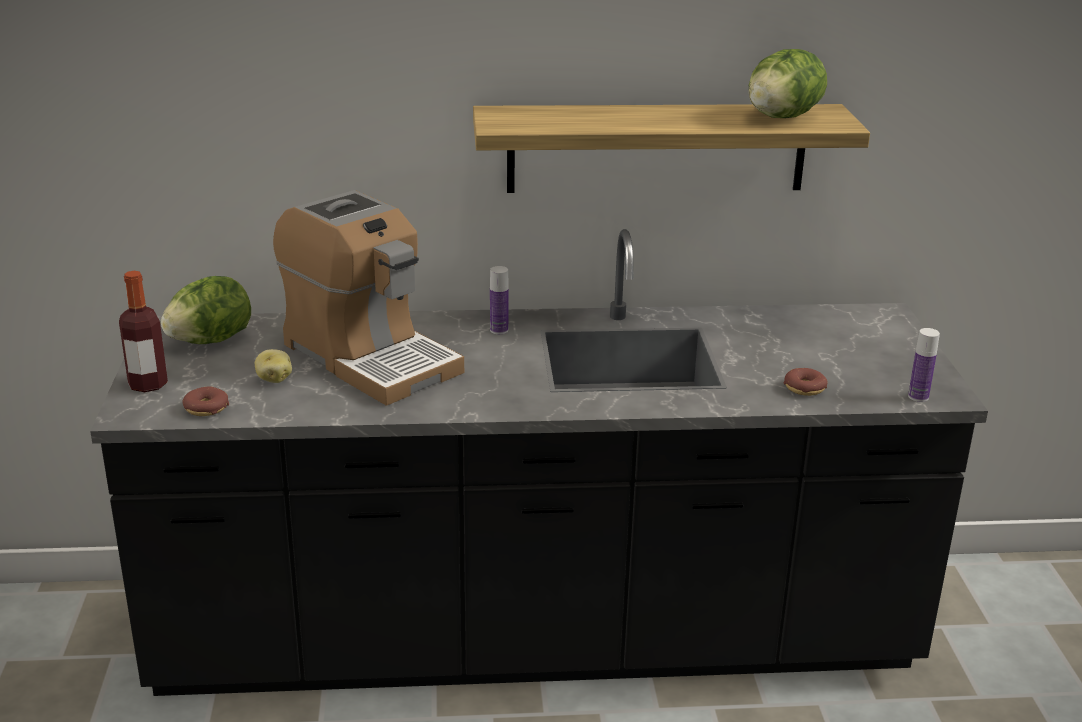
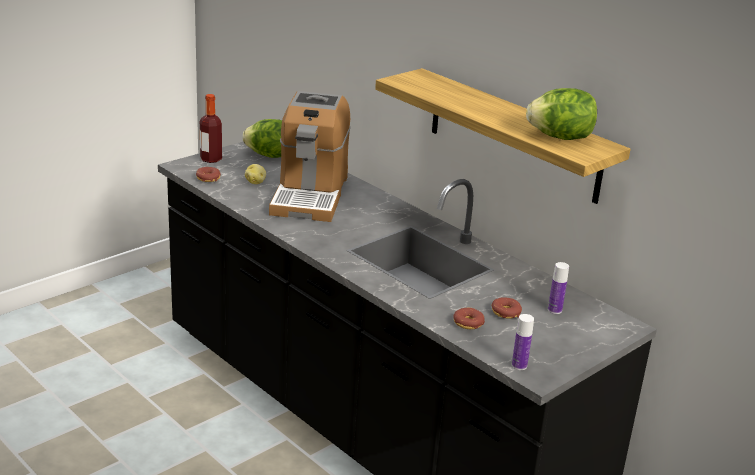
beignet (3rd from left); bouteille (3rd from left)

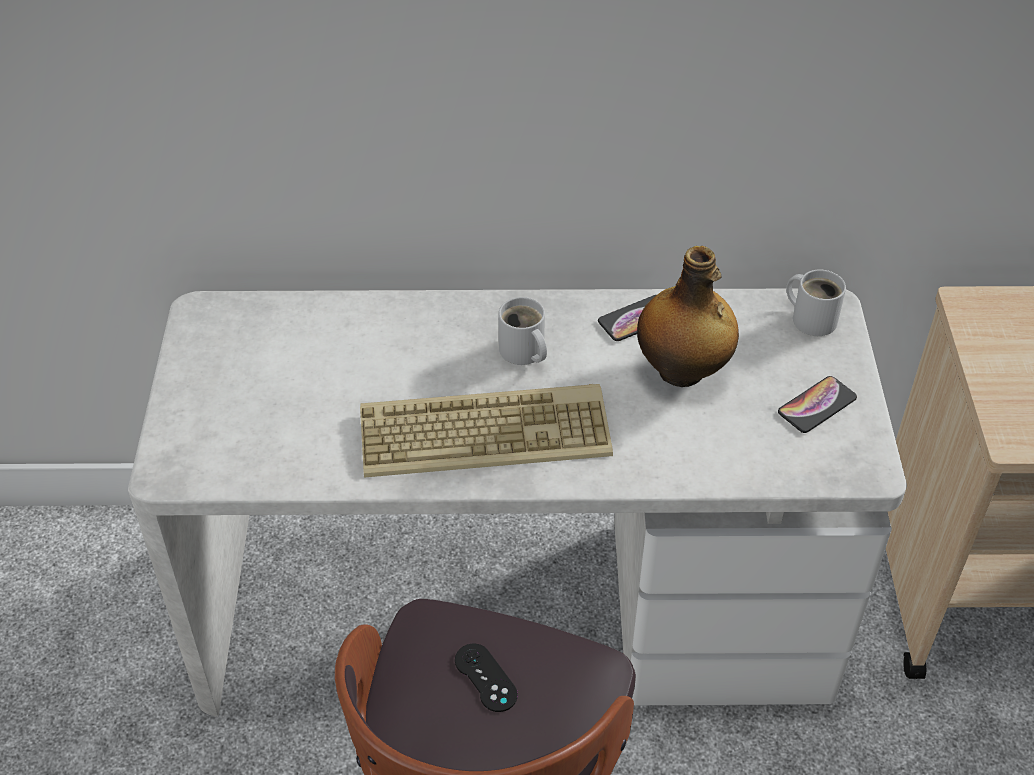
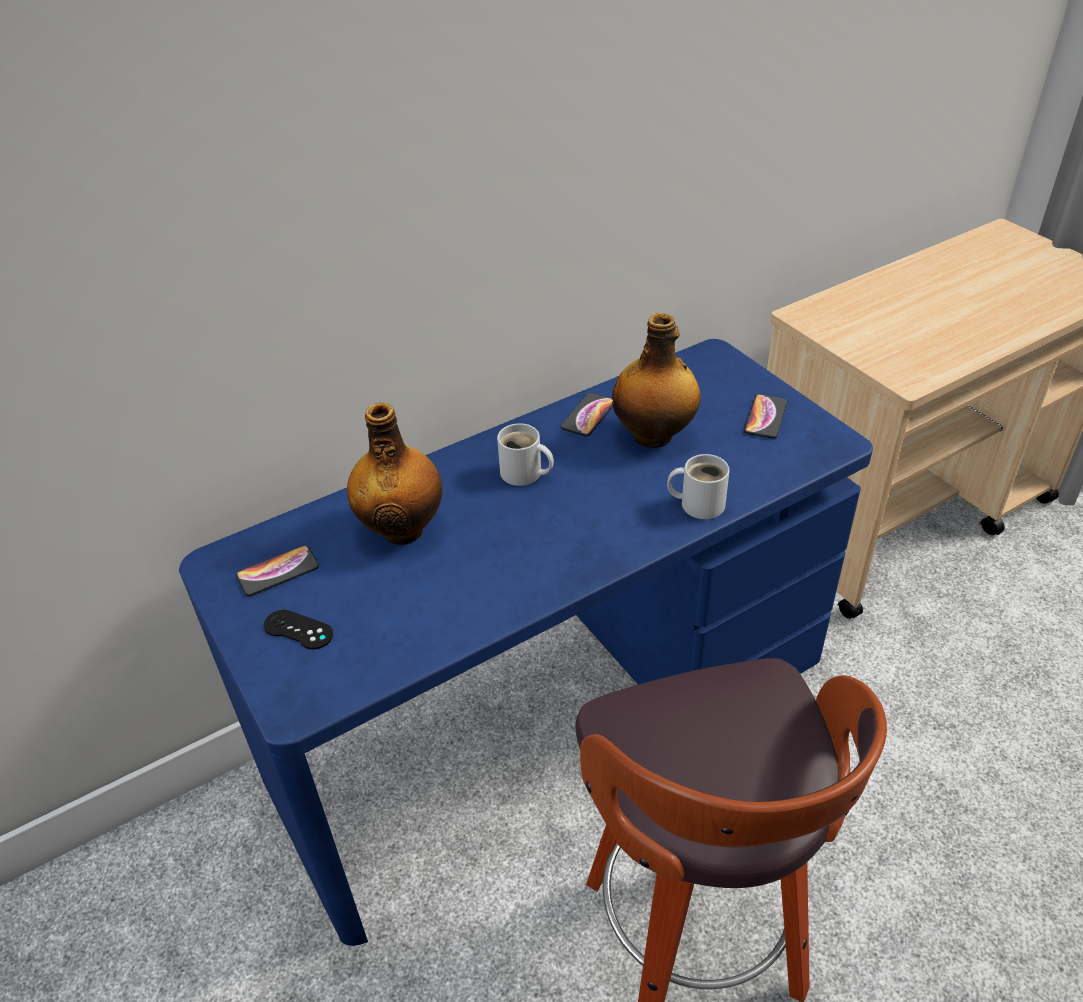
bureau [bleu]; téléphone (1st from left); manette [noir]; bouteille (1st from left); mug [blanc] (2nd from left); clavier

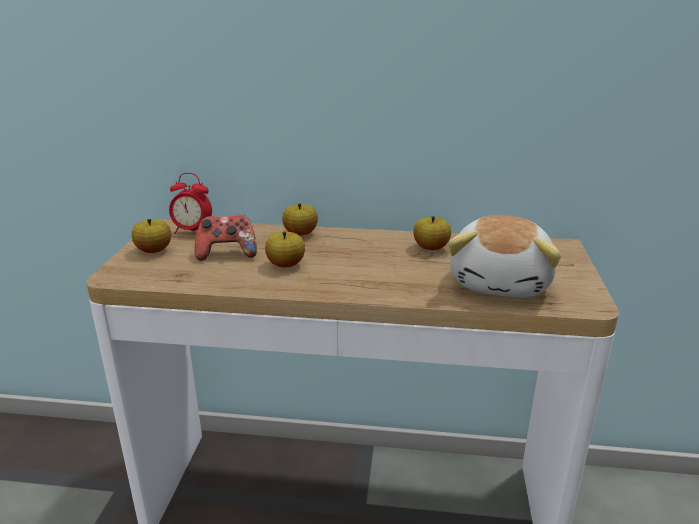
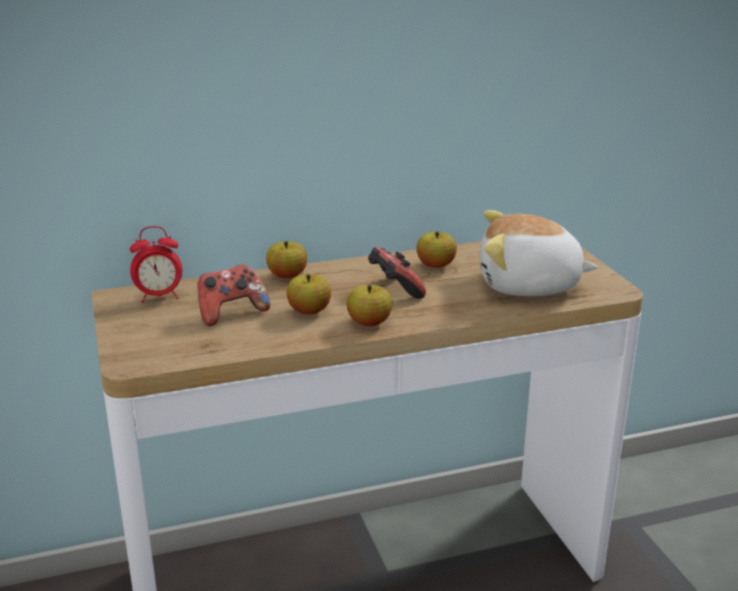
pomme (3rd from left); manette (2nd from left); peluche

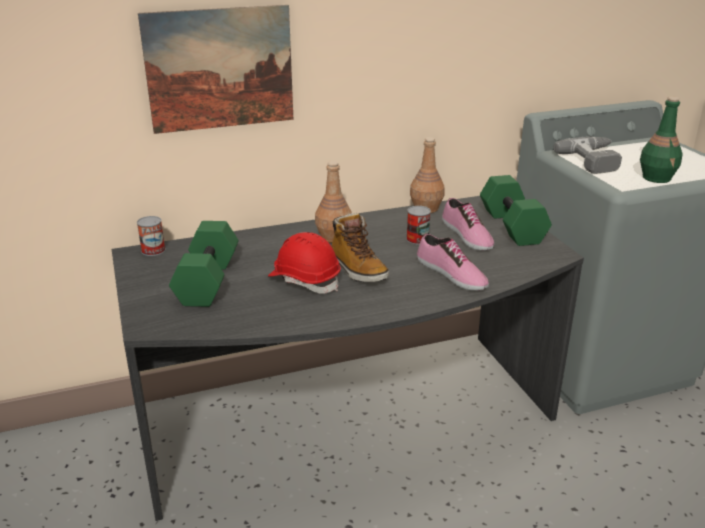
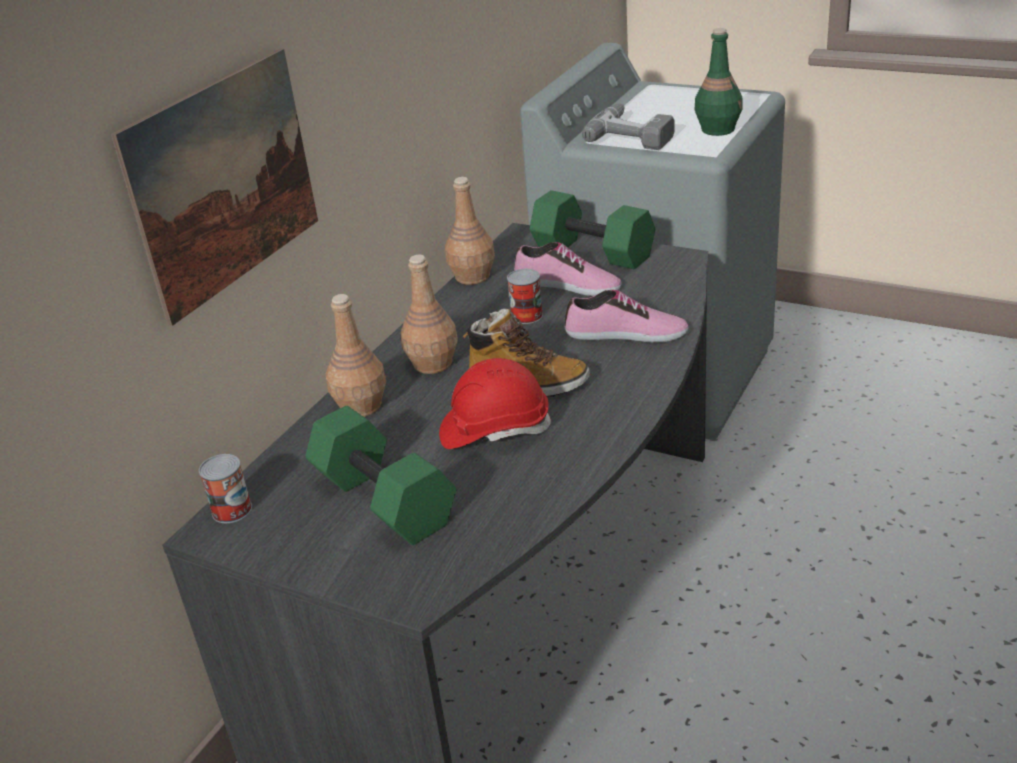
bouteille [marron] (1st from left)

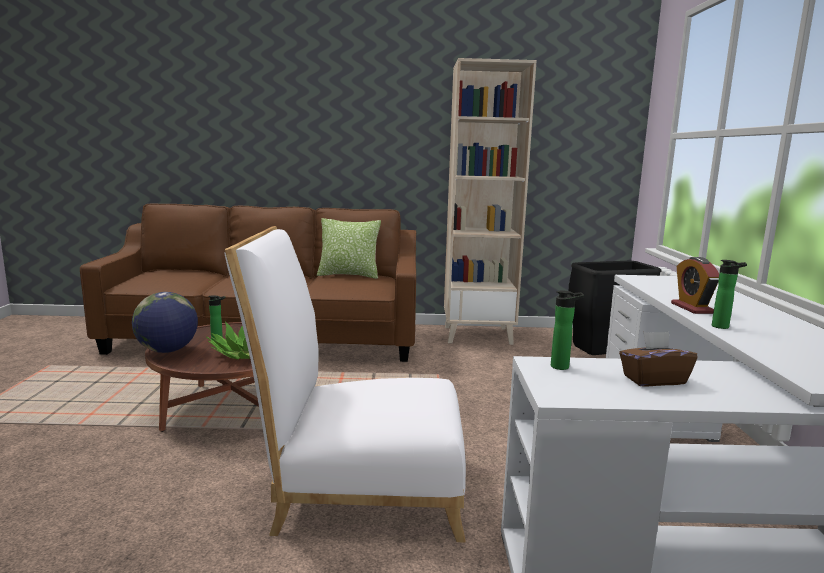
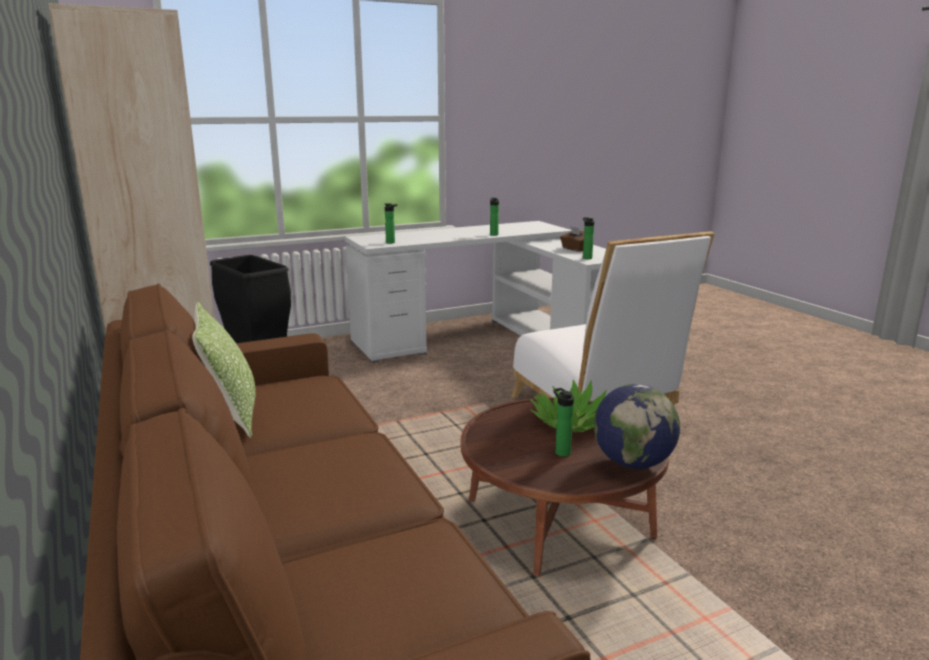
bouteille (1st from left); réveil

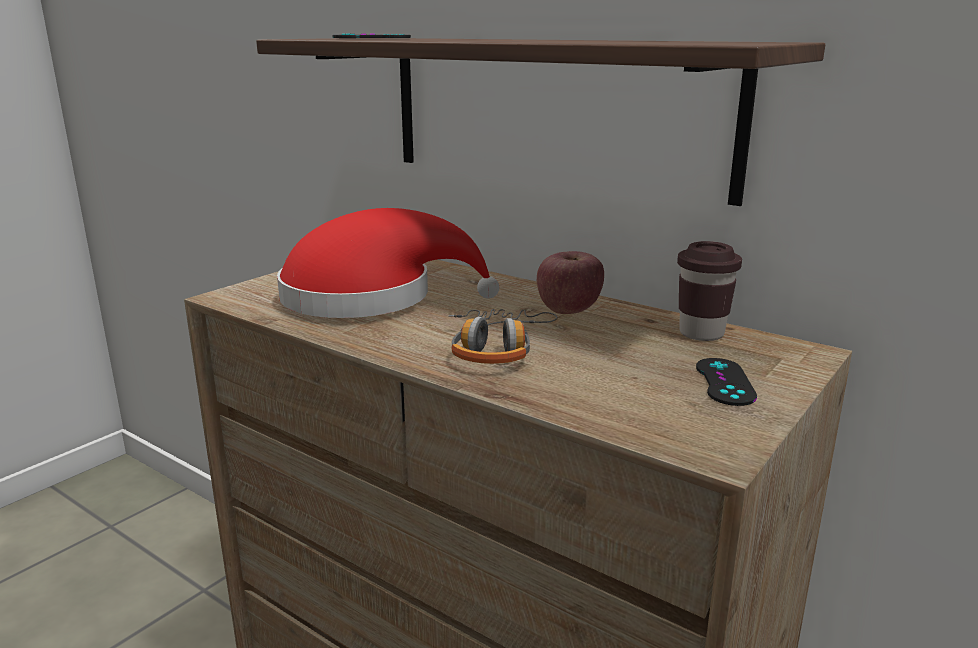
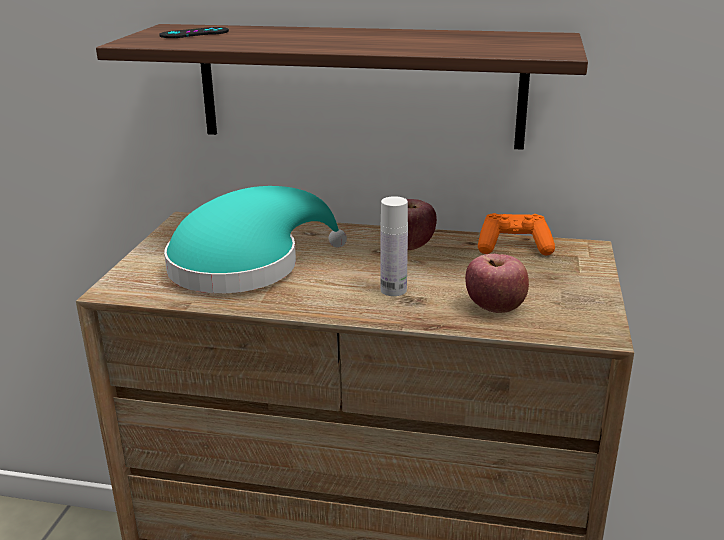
chapeau [turquoise]; bouteille [blanc]; pomme (2nd from left); manette [orange]; manette [noir] (2nd from left in the first image)

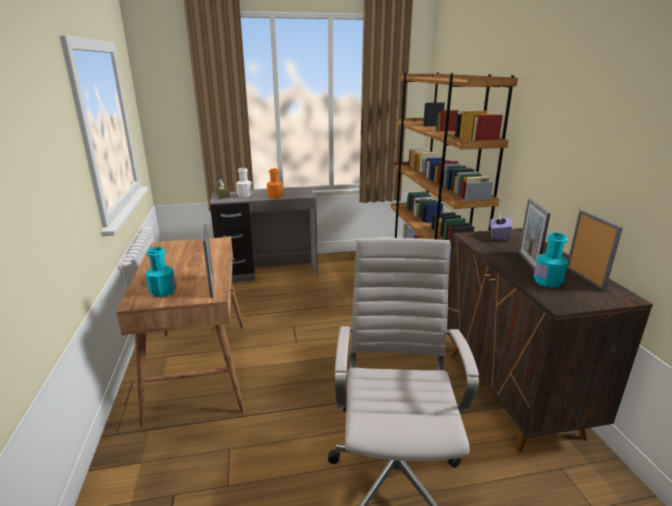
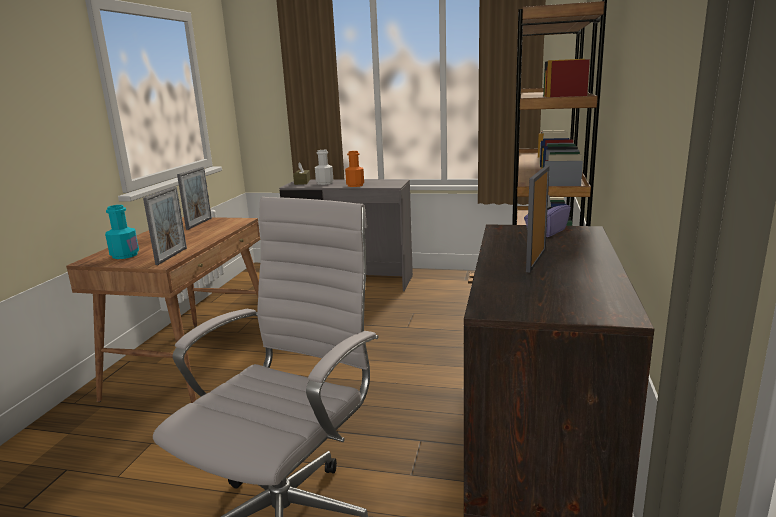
cadre photo (2nd from left); bouteille [turquoise] (2nd from left in the first image)

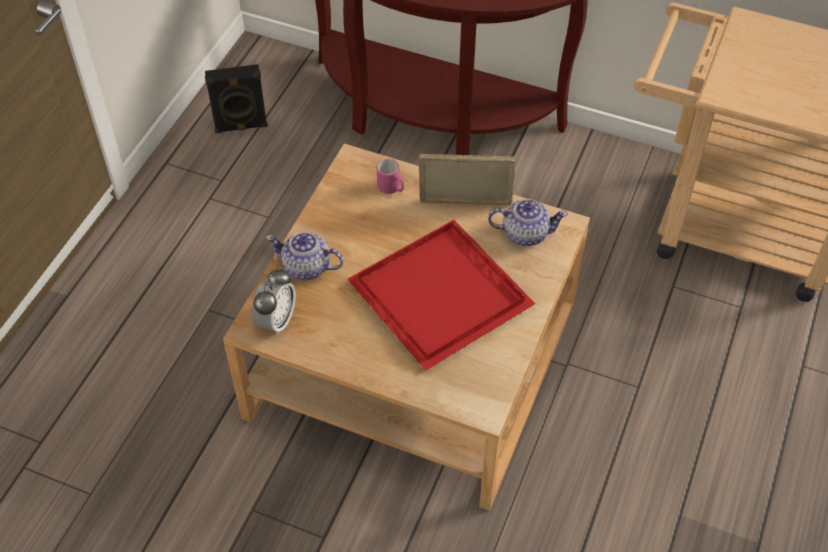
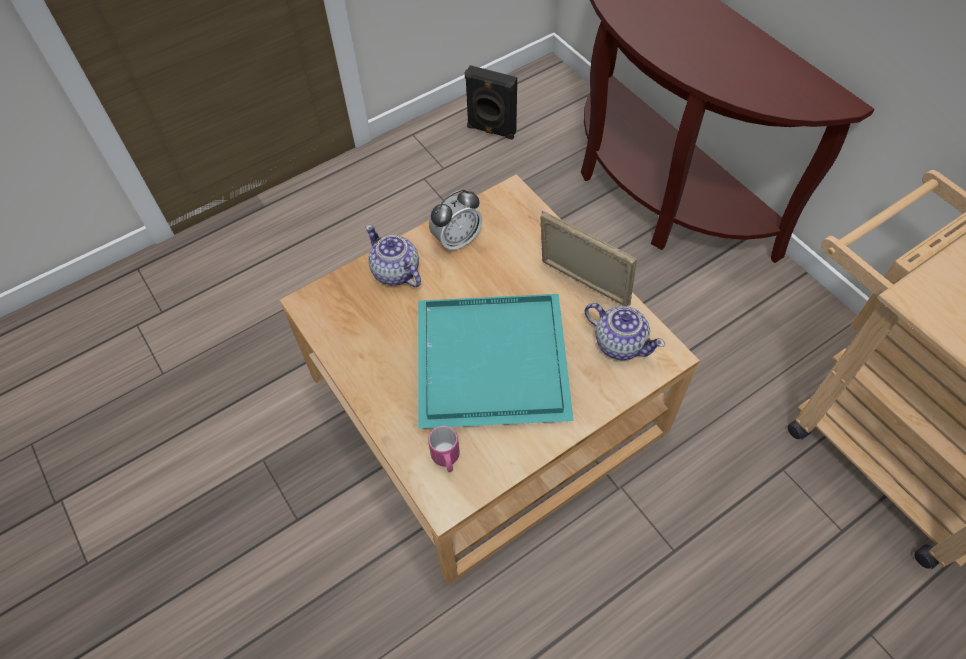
plateau [turquoise]; mug [rose]; réveil

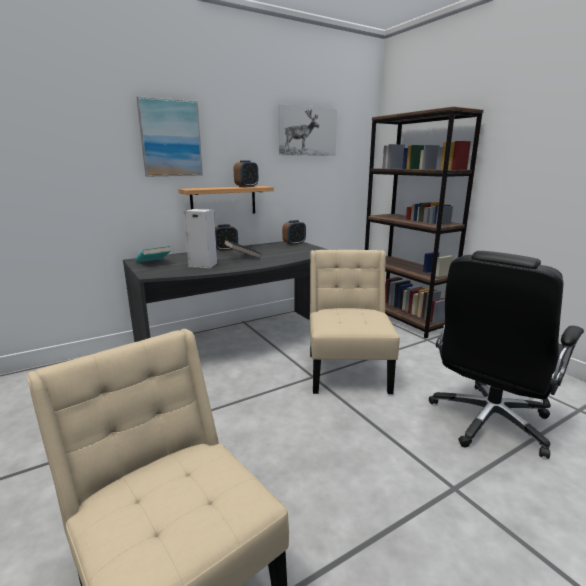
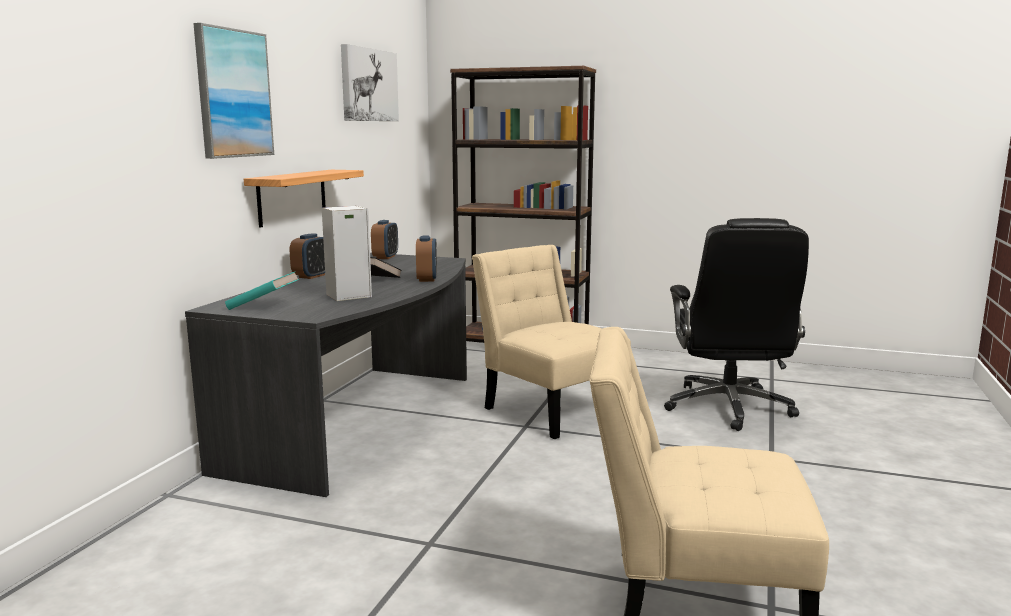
réveil (3rd from left)

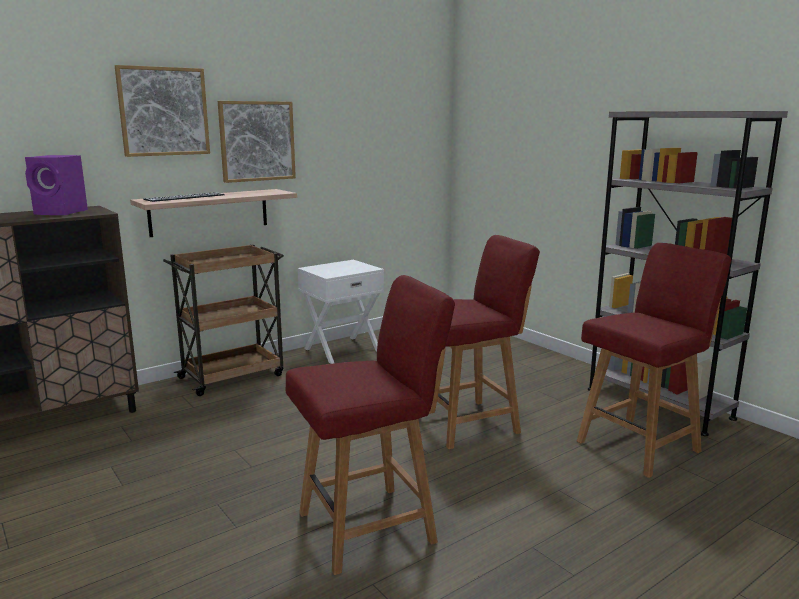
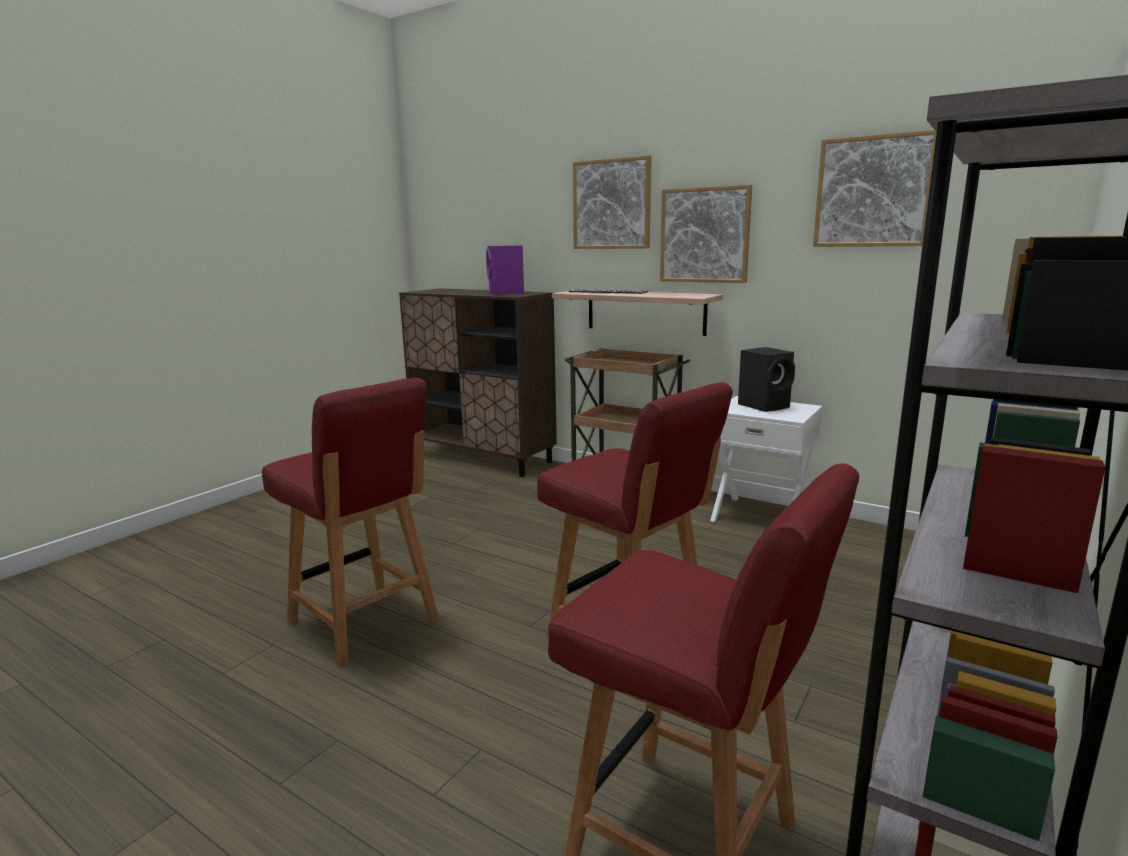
enceinte [noir]; tableau (3rd from left)

